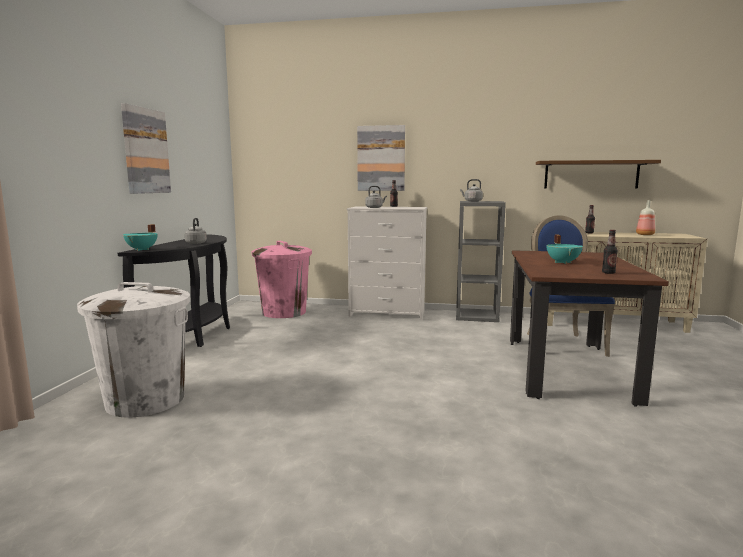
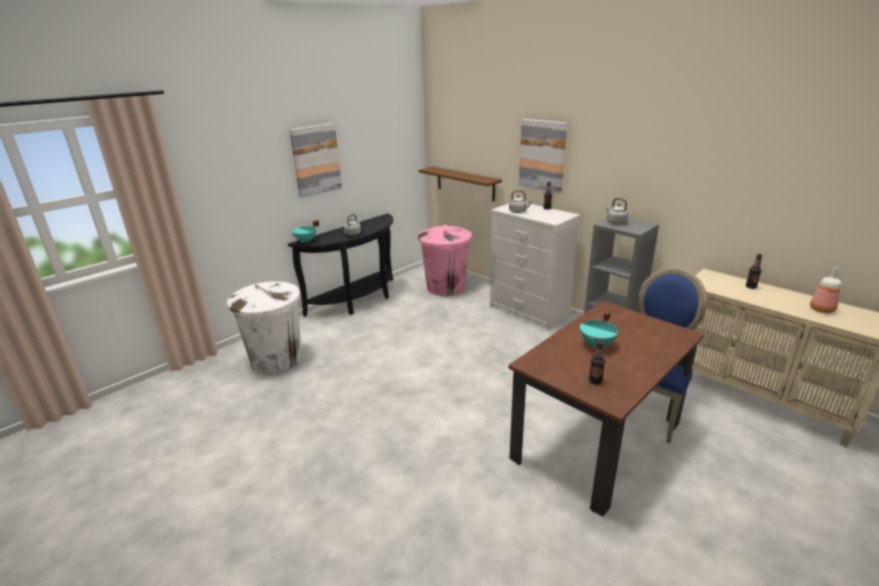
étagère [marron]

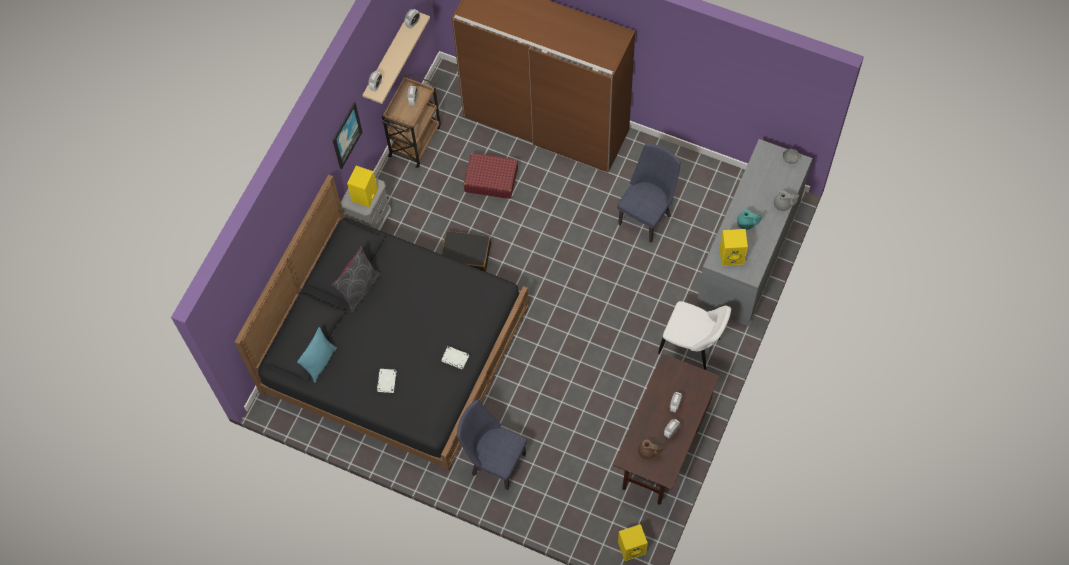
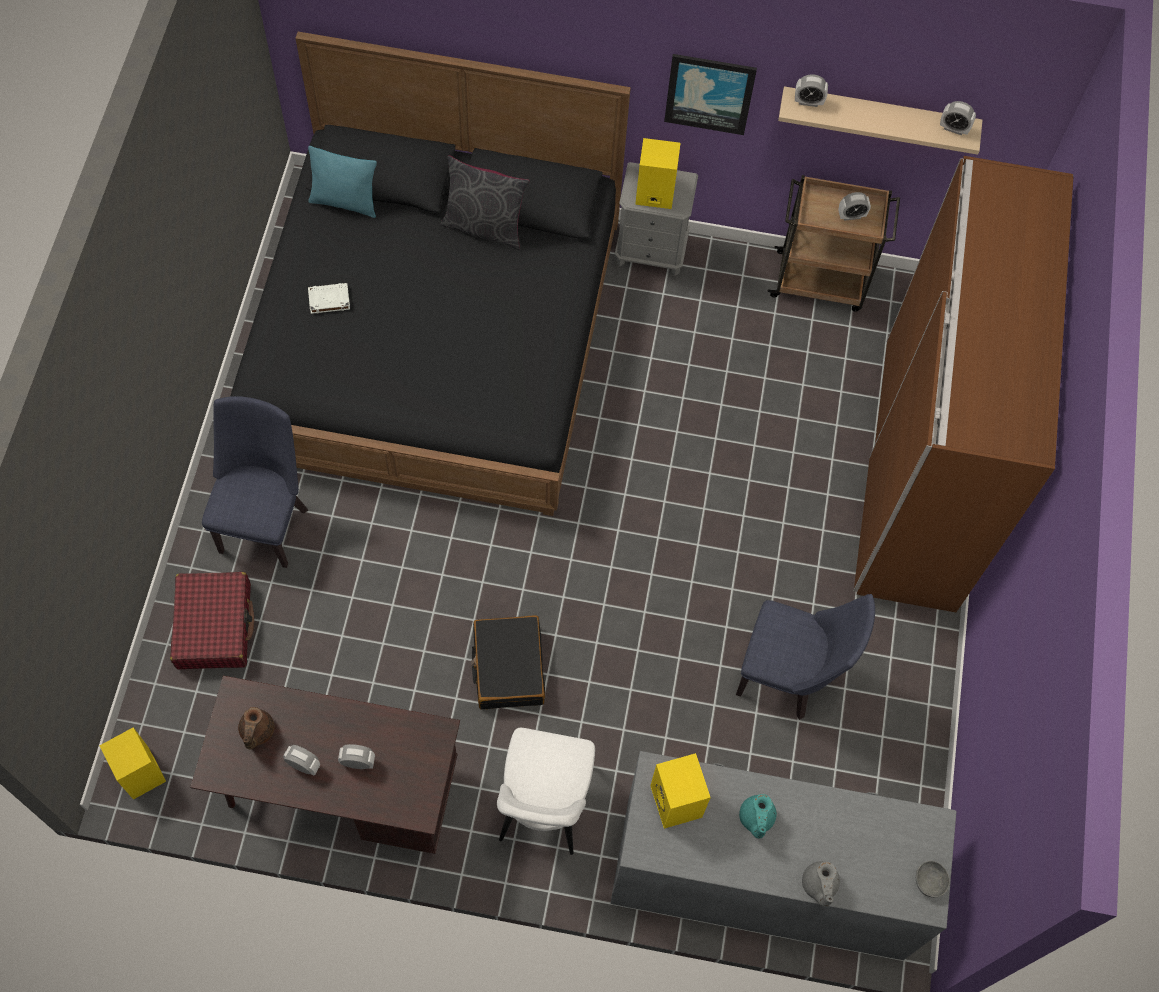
valise [rouge]; valise [noir]; livre [blanc] (2nd from left in the first image)

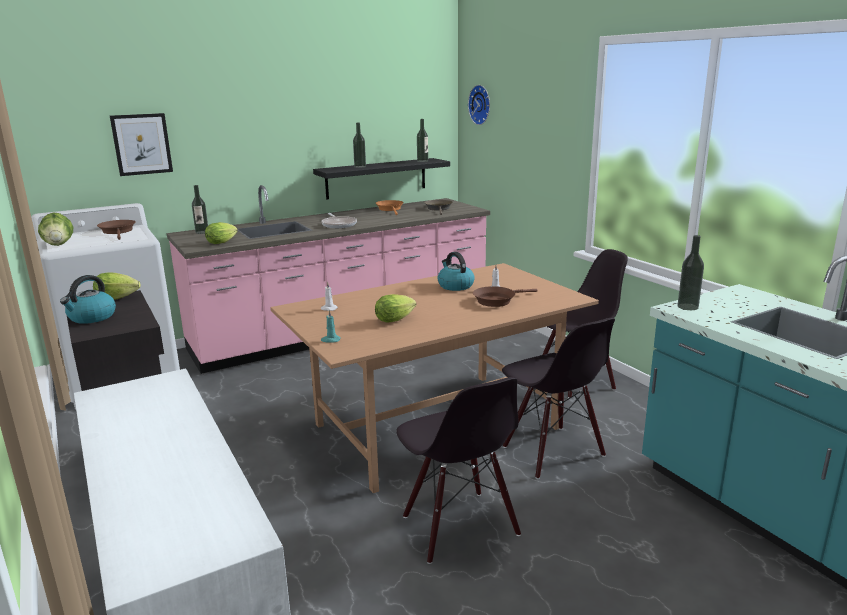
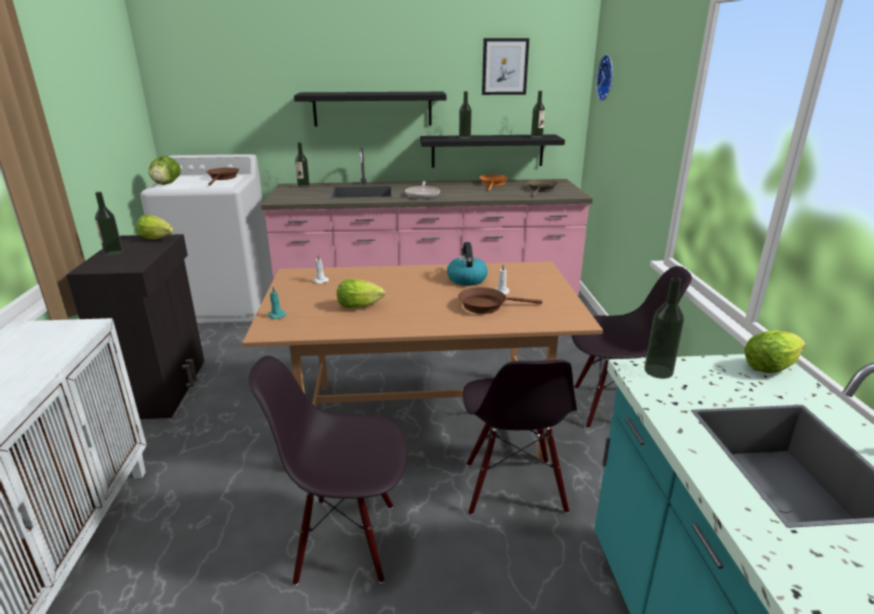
bouteille (1st from left); chaise [noir] (1st from left); étagère [noir] (1st from left); tableau; laitue (4th from left)

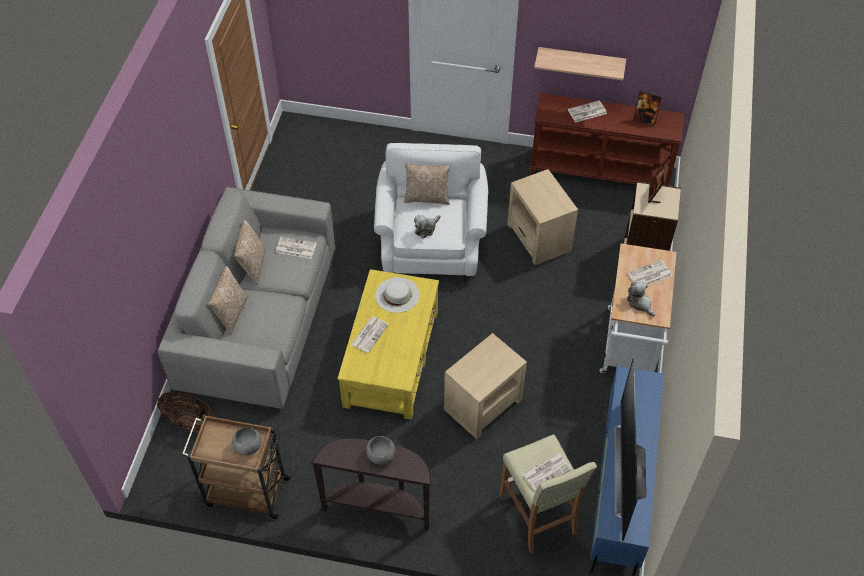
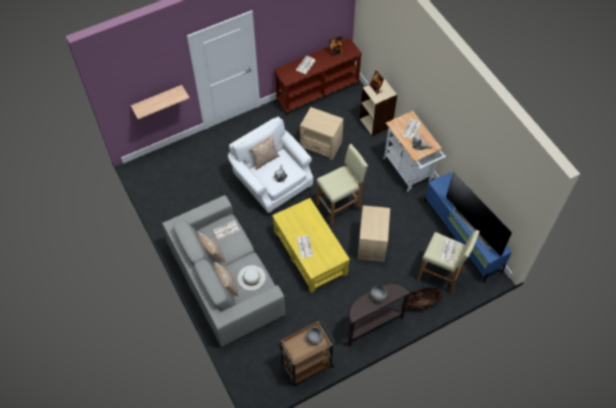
étagère; chapeau [blanc]; tabouret [beige] (1st from left); panier

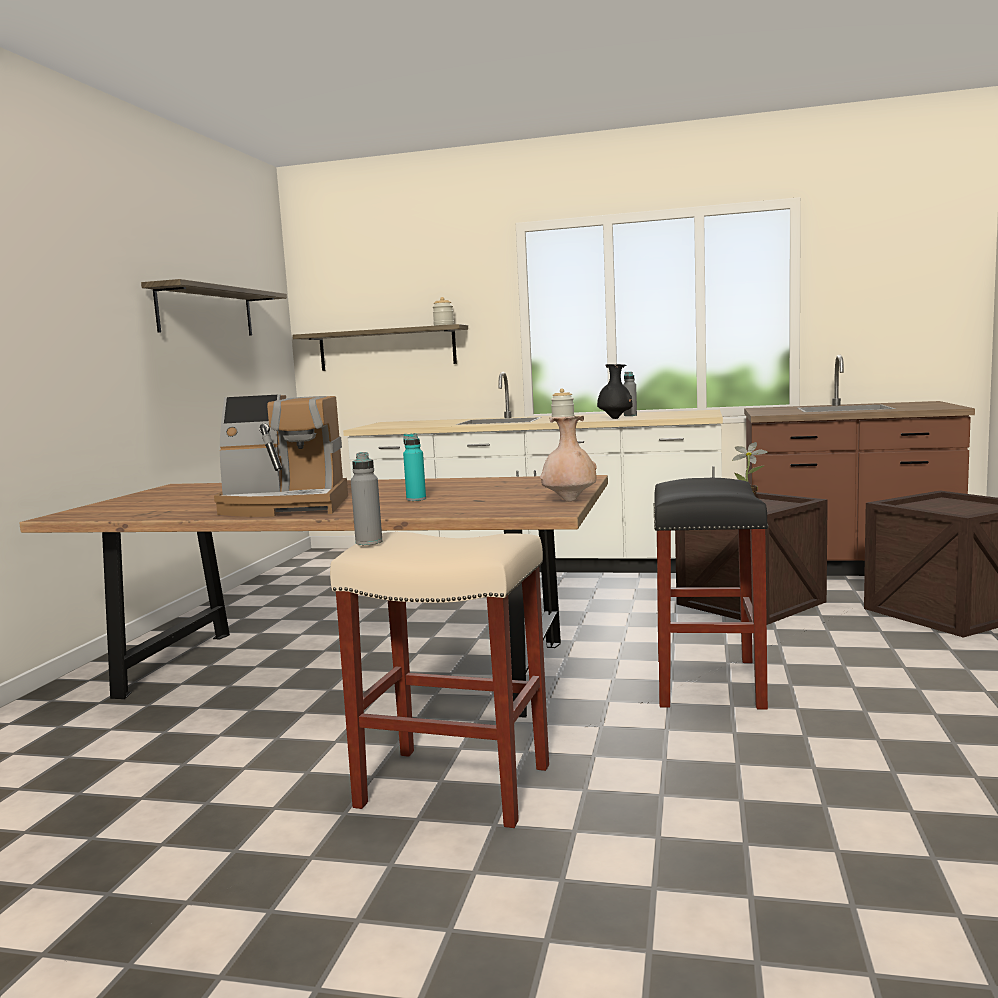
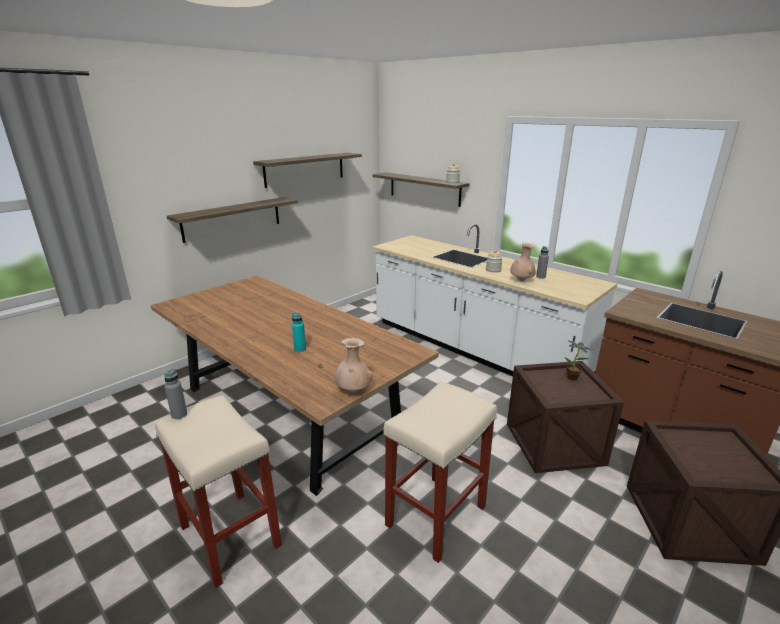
étagère (1st from left); tabouret [beige] (2nd from left); vase [beige] (2nd from left); machine à café

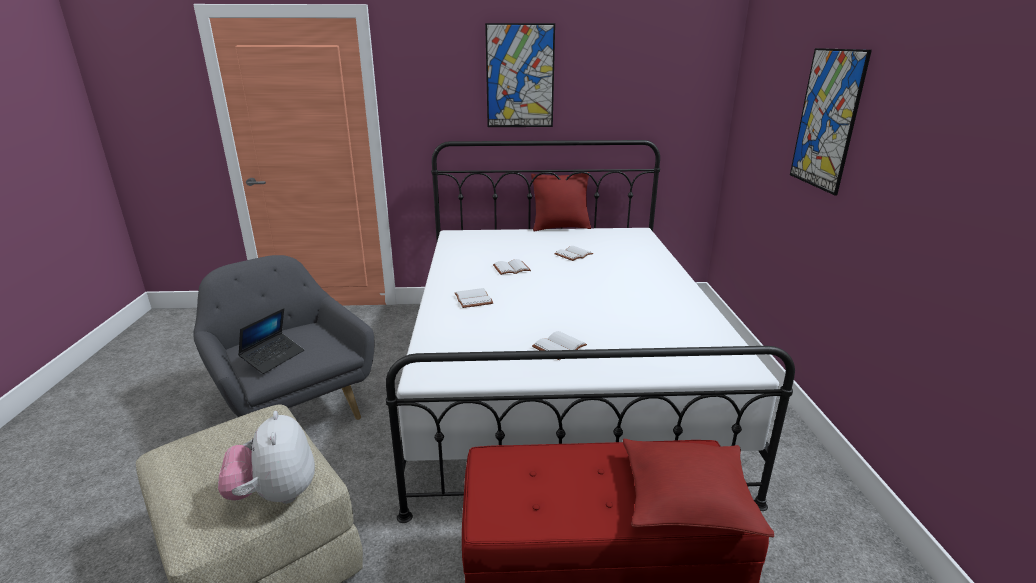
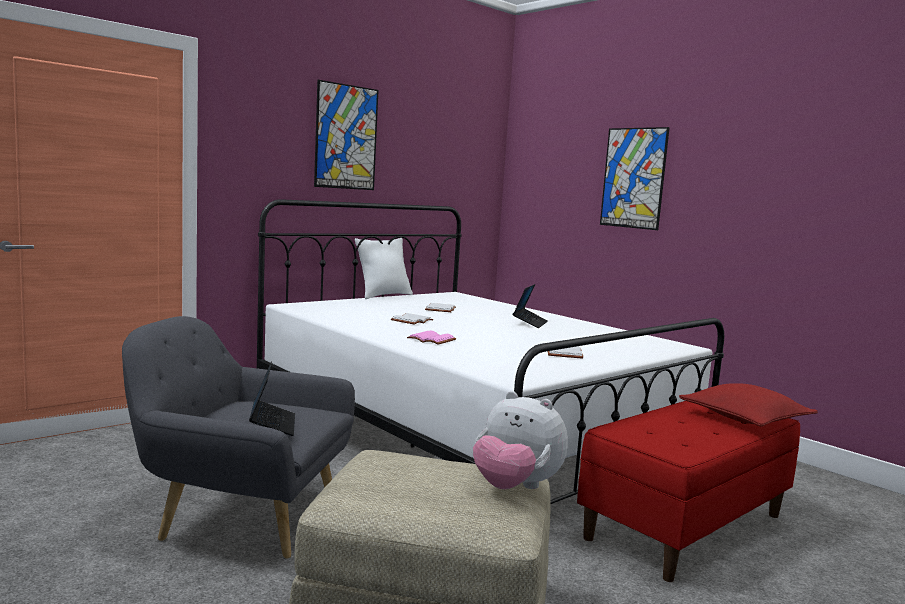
coussin [blanc]; livre [rose]; ordinateur portable (2nd from left)

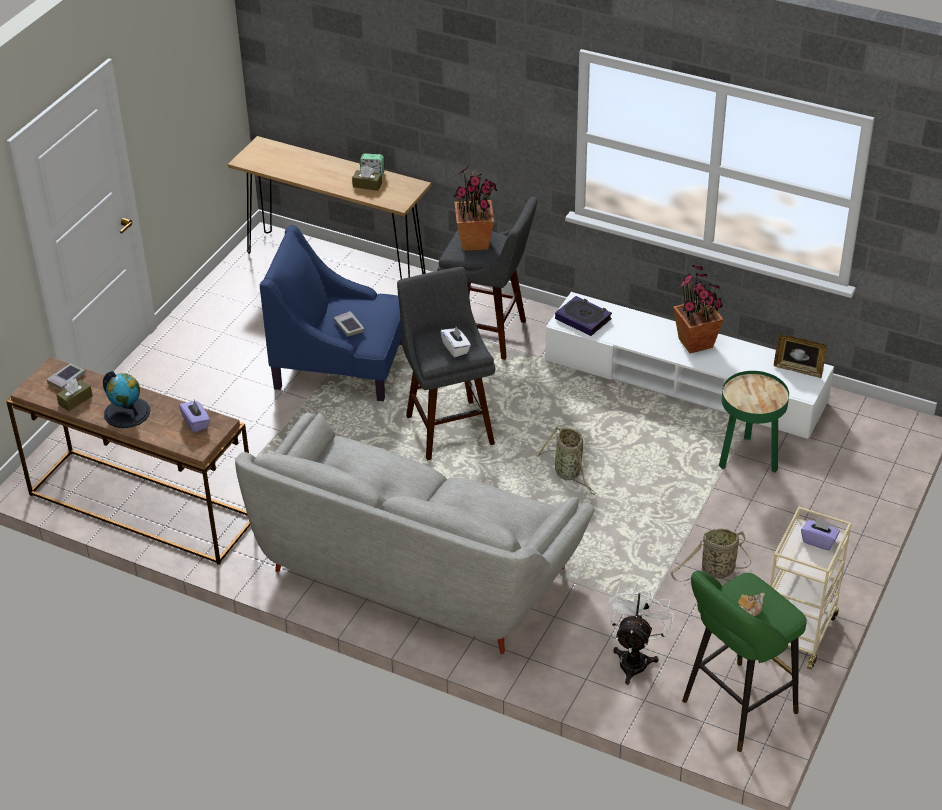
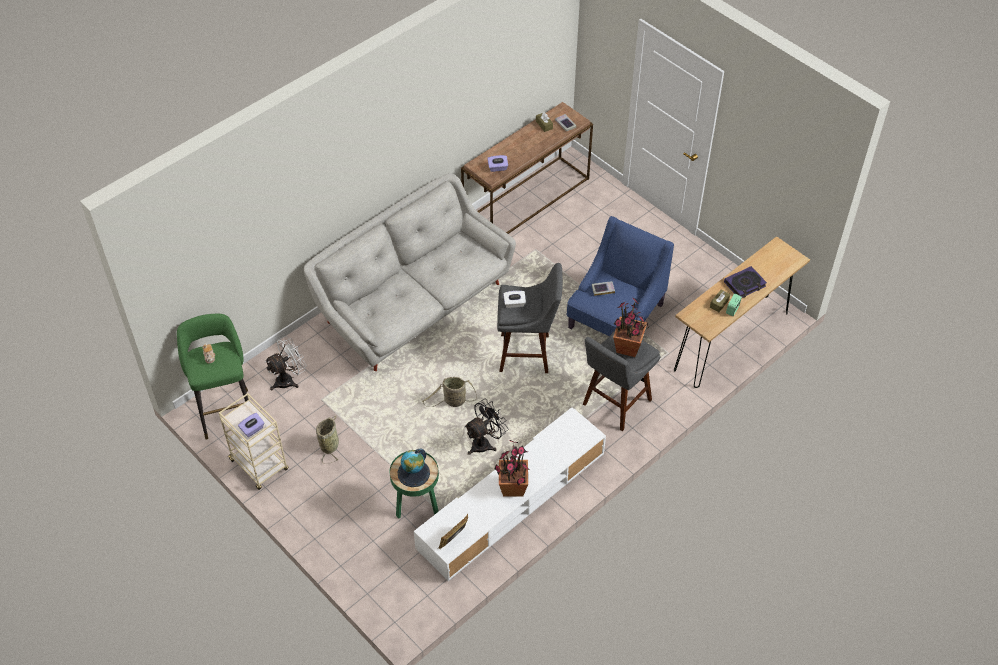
ventilateur [blanc]; globe; ventilateur [noir]; livre (3rd from left)

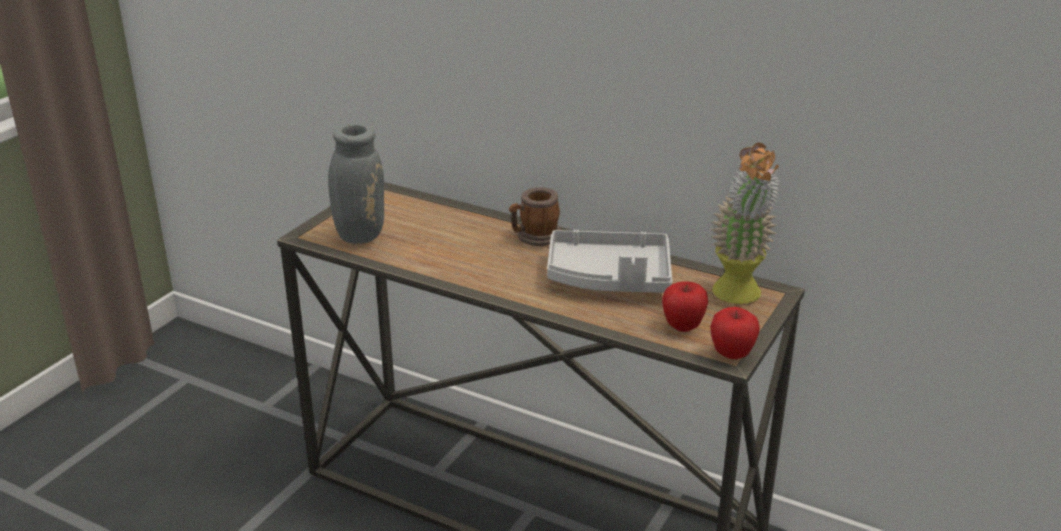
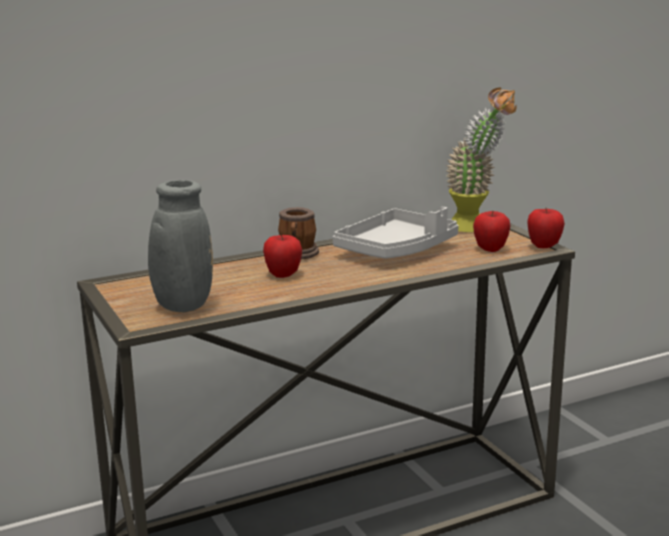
pomme (1st from left)

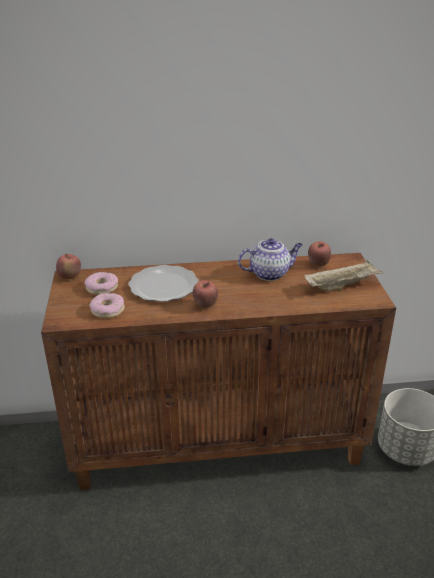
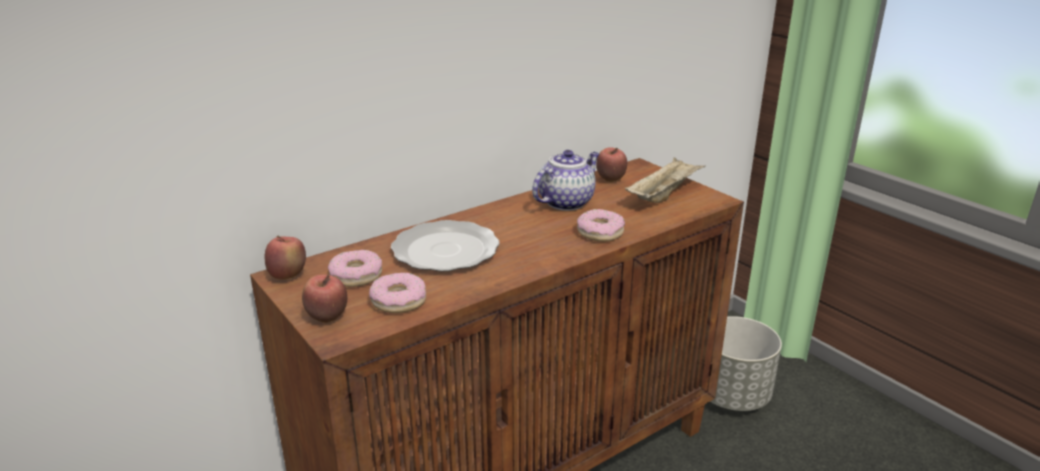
pomme (2nd from left); beignet (3rd from left)

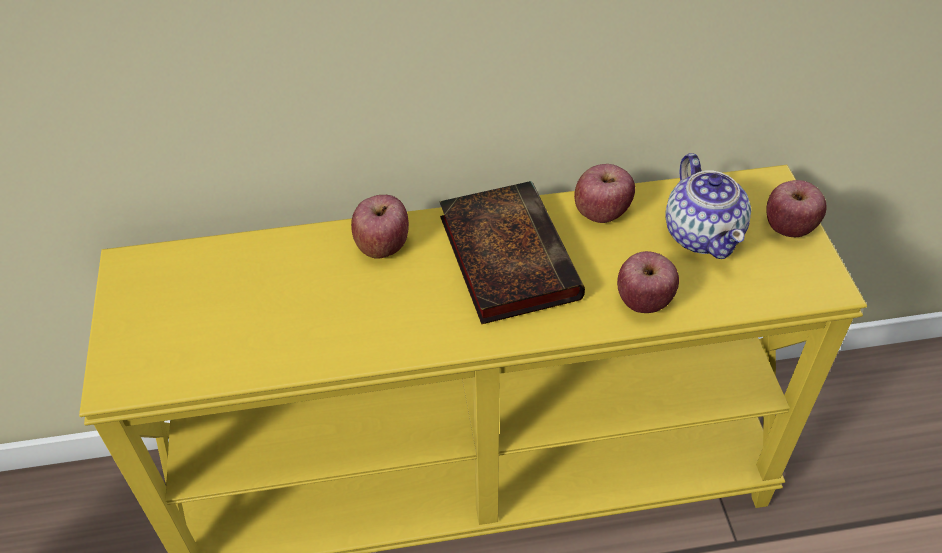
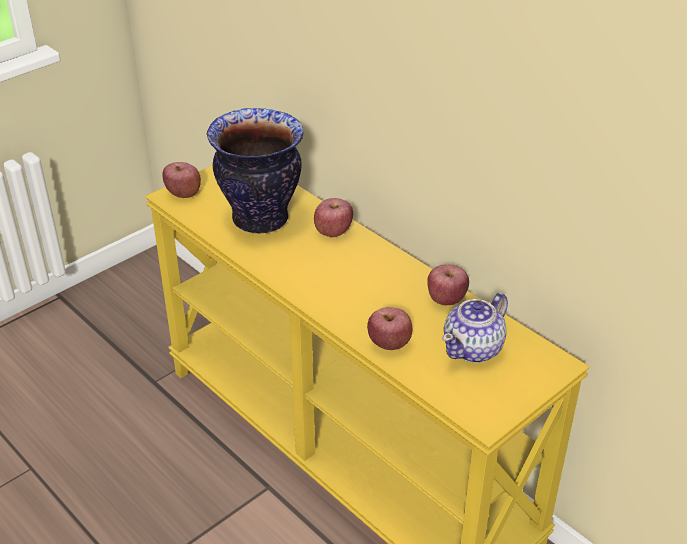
pomme (1st from left); vase; livre

